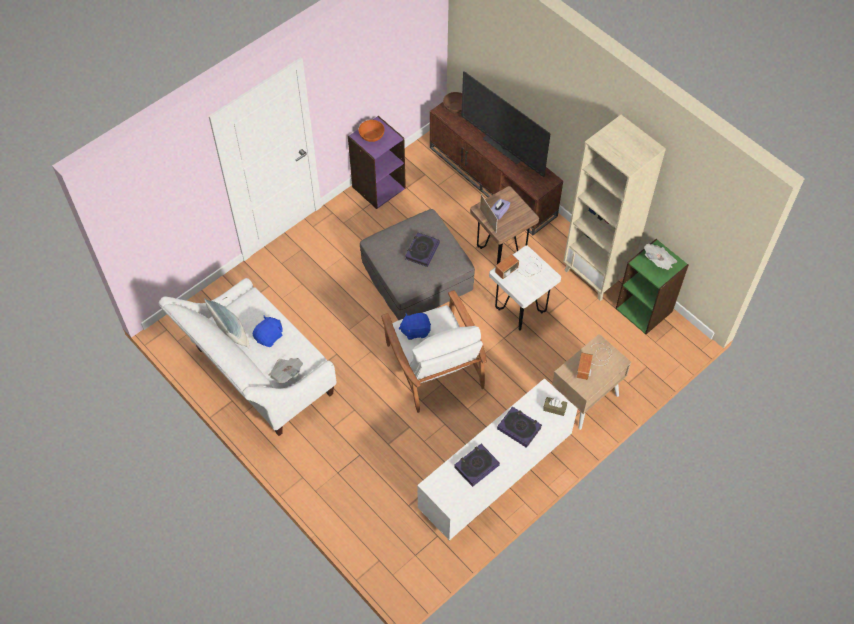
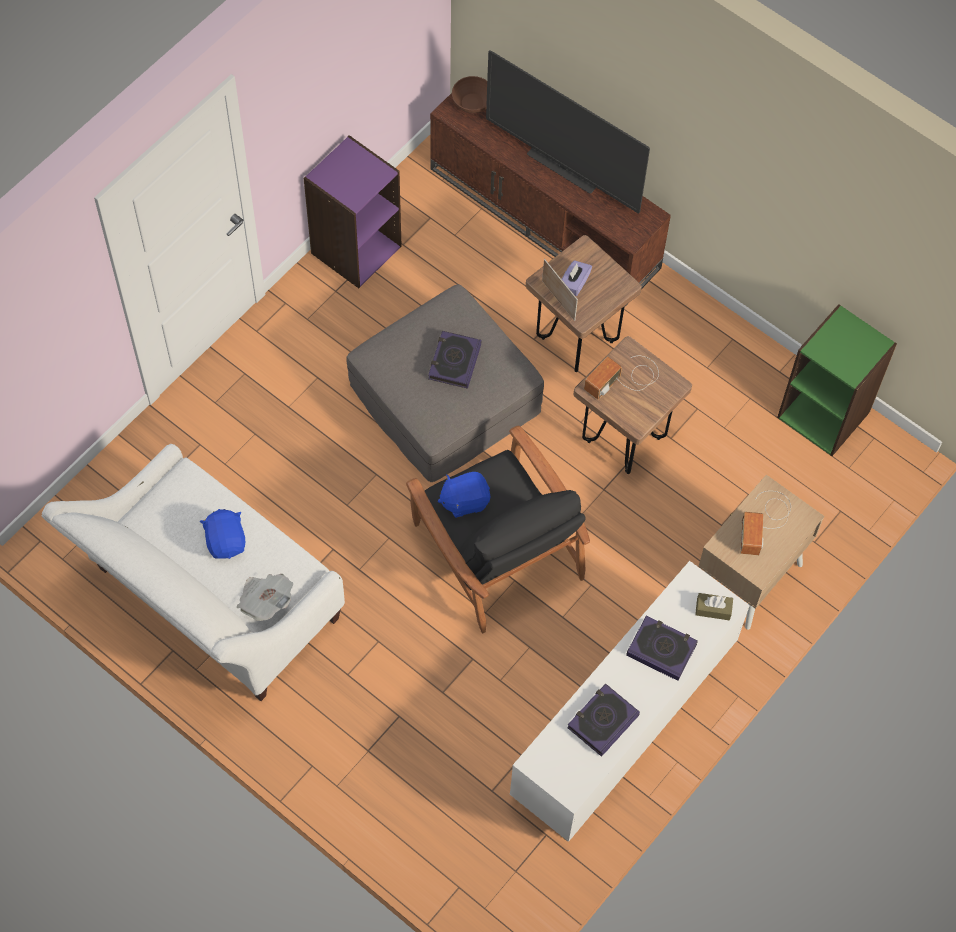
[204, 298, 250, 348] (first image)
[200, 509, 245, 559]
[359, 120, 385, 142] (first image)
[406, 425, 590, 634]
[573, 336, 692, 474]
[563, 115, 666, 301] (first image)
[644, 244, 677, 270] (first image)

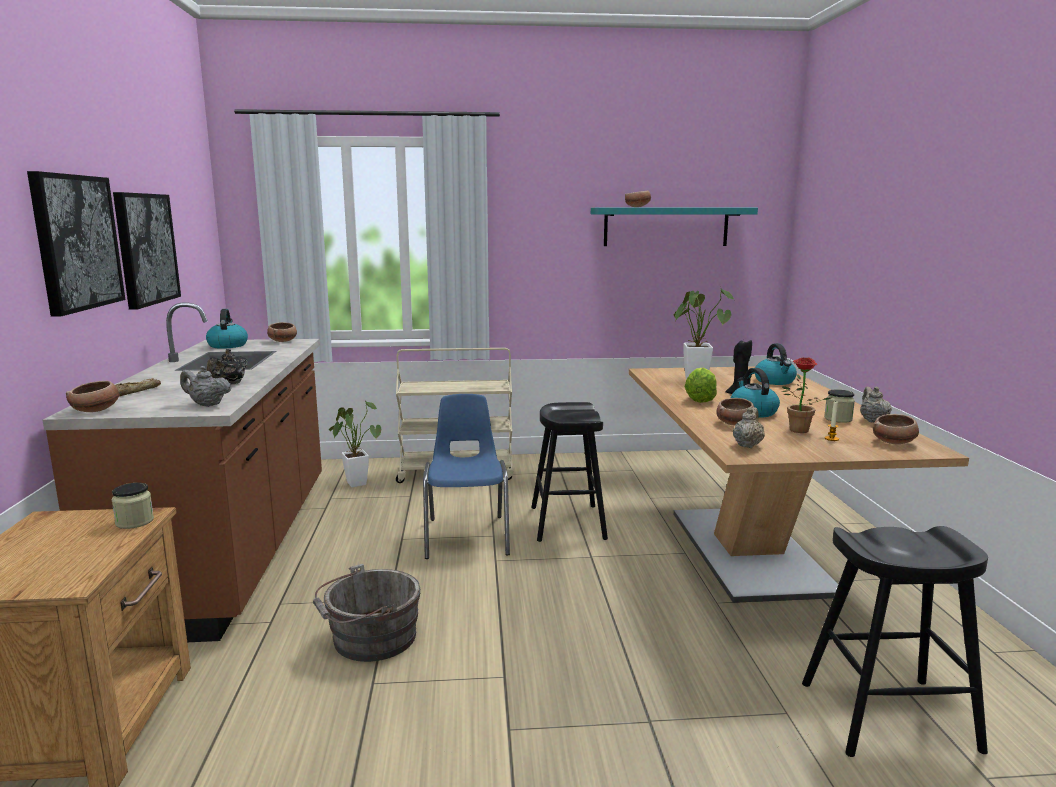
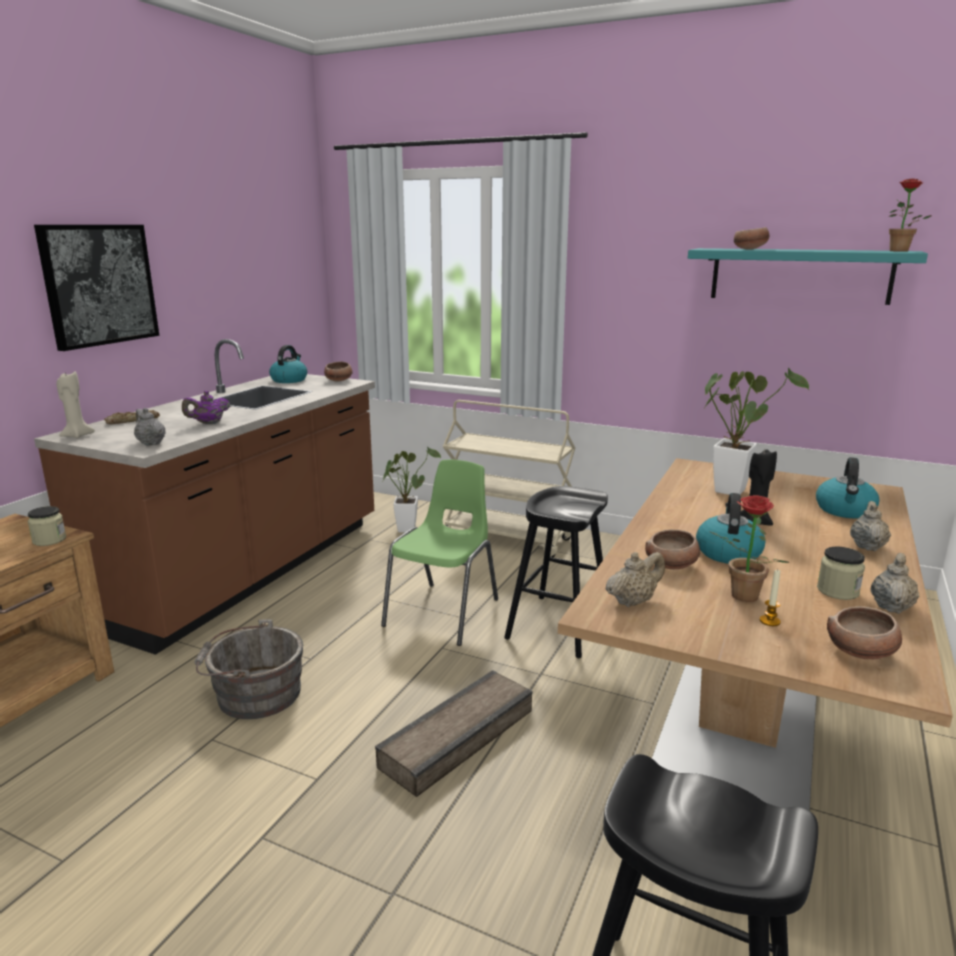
[57, 371, 95, 438]
[113, 192, 181, 310] (first image)
[182, 391, 230, 424]
[381, 460, 498, 646]
[685, 368, 717, 403] (first image)
[375, 670, 533, 797]
[850, 501, 891, 551]
[889, 178, 932, 252]

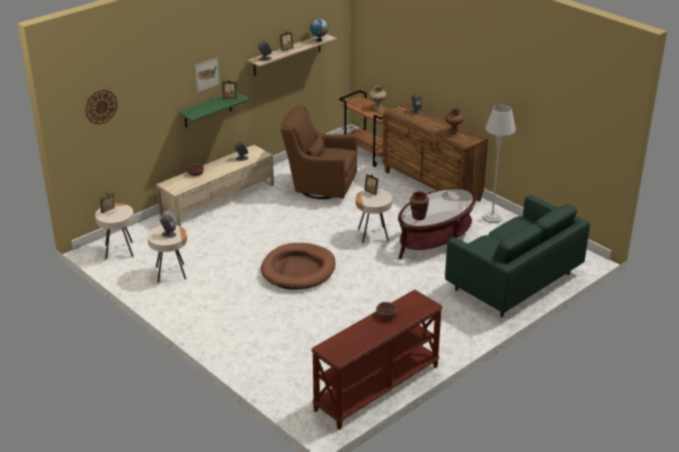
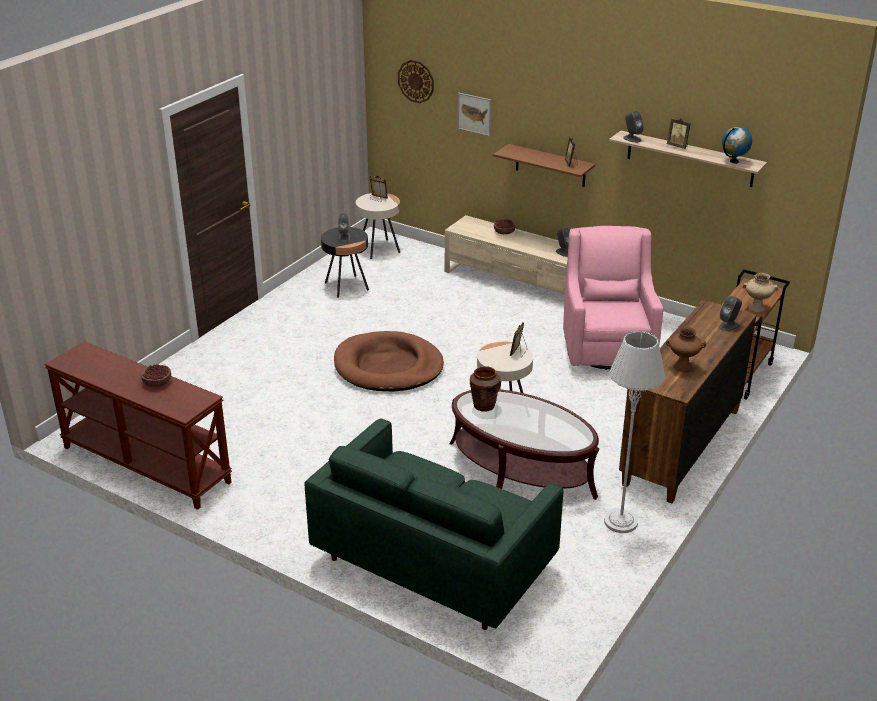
[321, 227, 369, 298]
[493, 144, 595, 187]
[458, 93, 492, 136]
[563, 226, 663, 370]

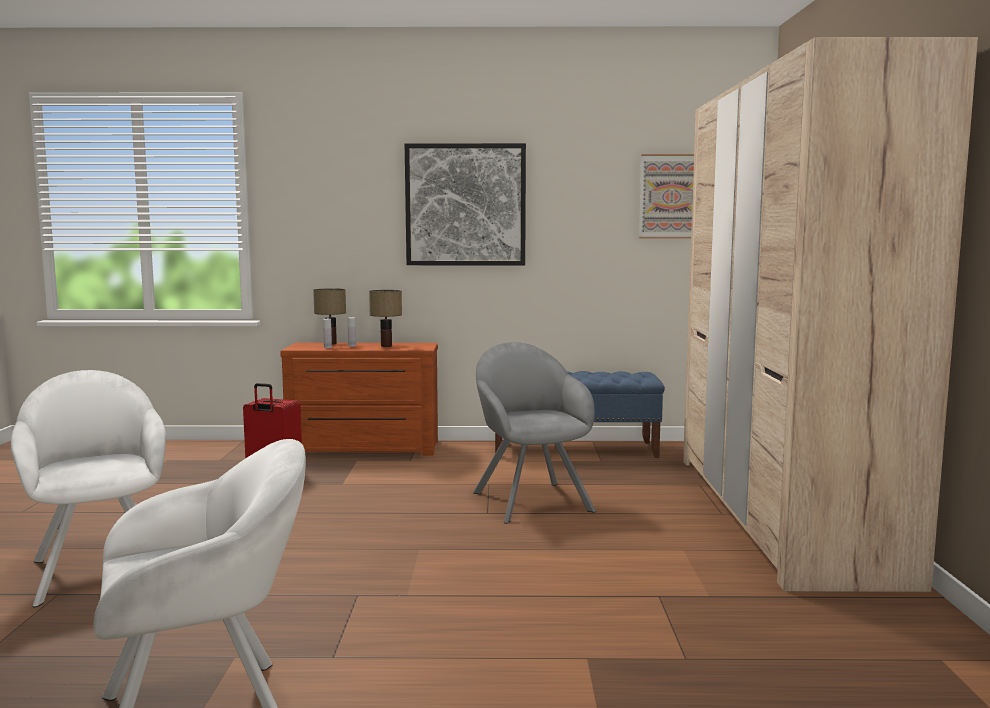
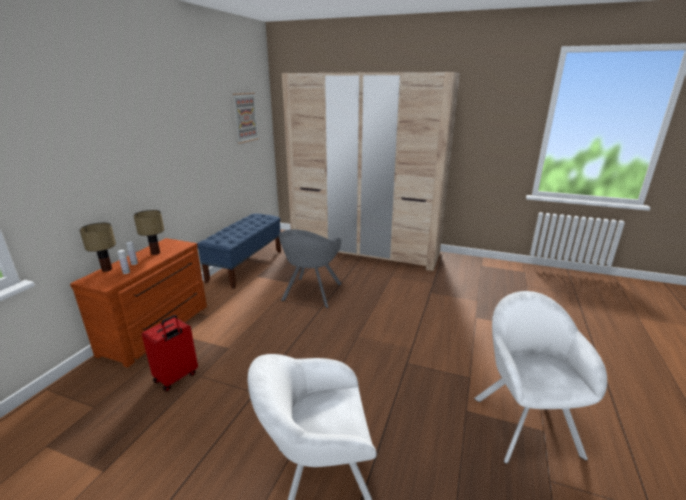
[405, 143, 526, 265] (first image)
[279, 229, 342, 308]

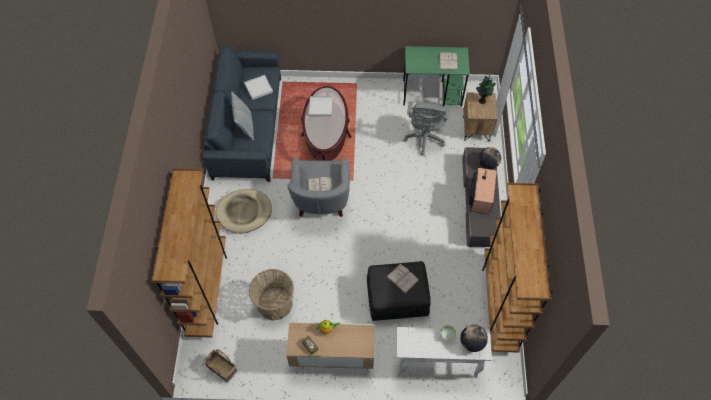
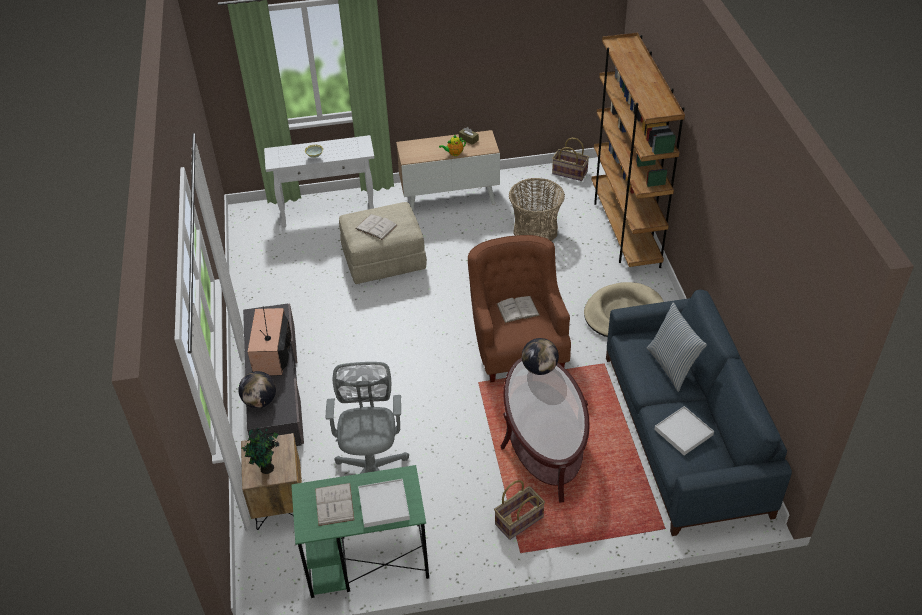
[468, 235, 571, 382]
[358, 479, 410, 528]
[339, 202, 427, 284]
[522, 338, 559, 375]
[482, 183, 553, 353] (first image)
[494, 480, 545, 540]

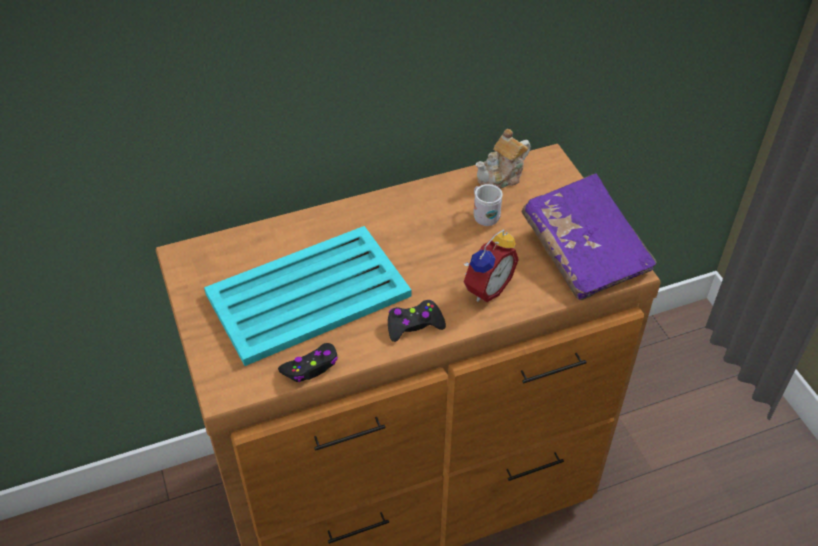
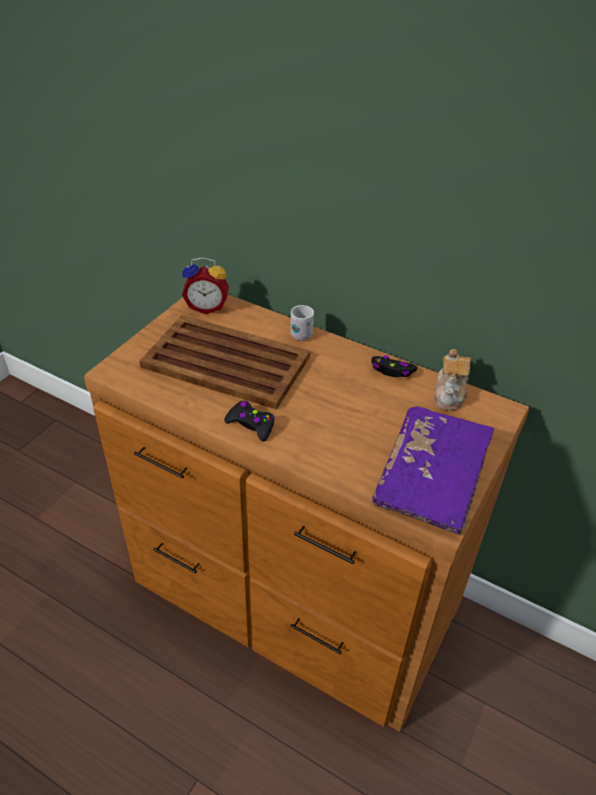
[139, 315, 310, 410]
[371, 355, 417, 377]
[182, 257, 229, 314]
[290, 305, 314, 341]
[434, 349, 471, 411]

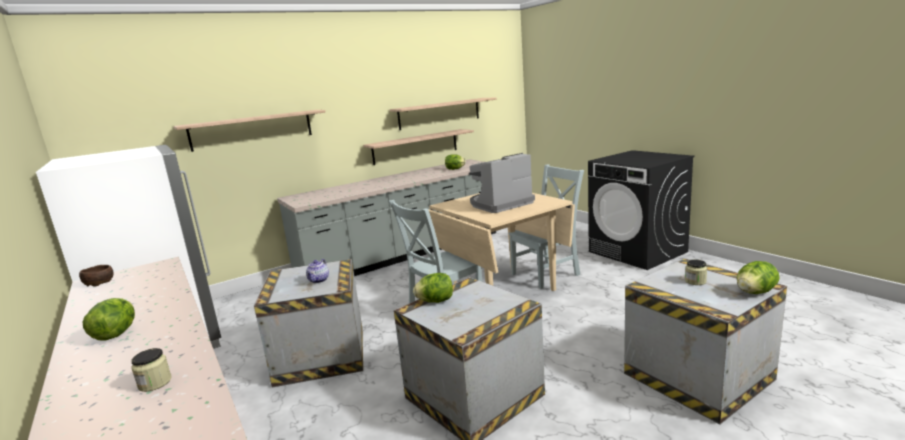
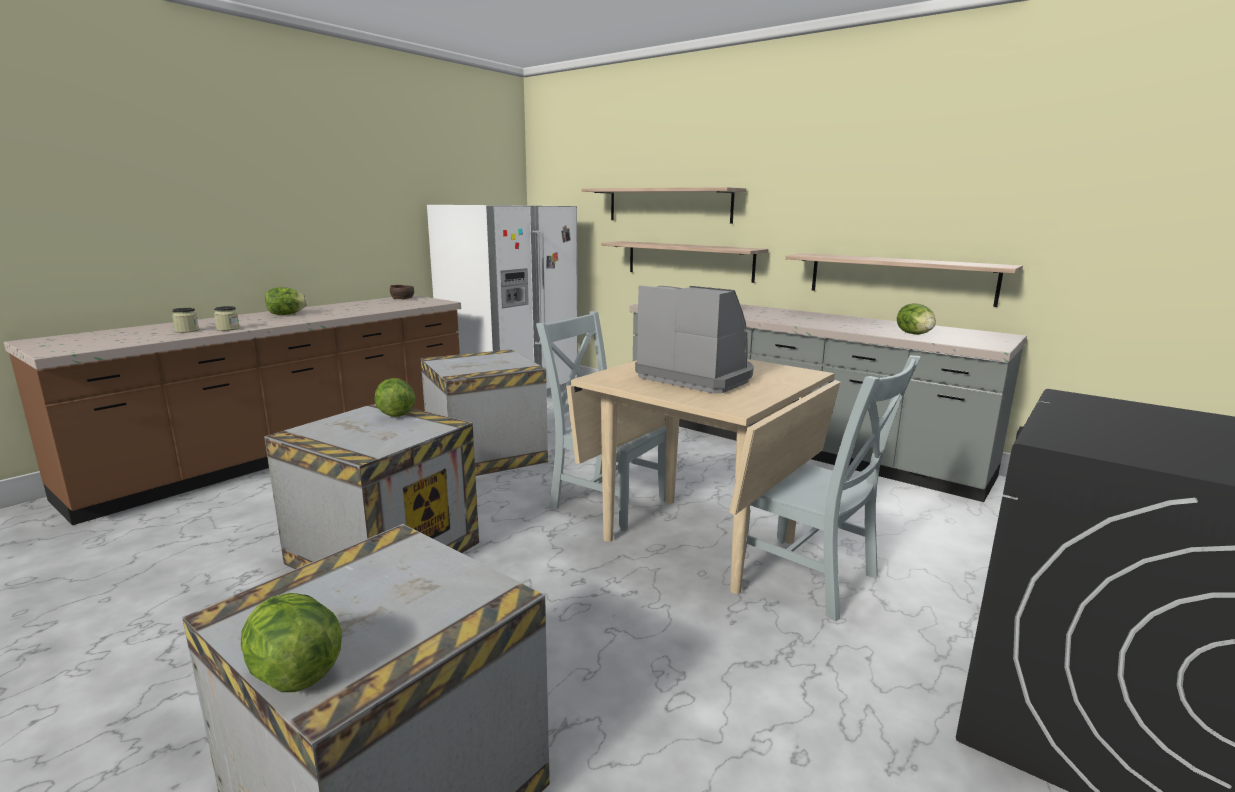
[306, 259, 329, 283] (first image)
[601, 241, 769, 283]
[214, 306, 240, 331]

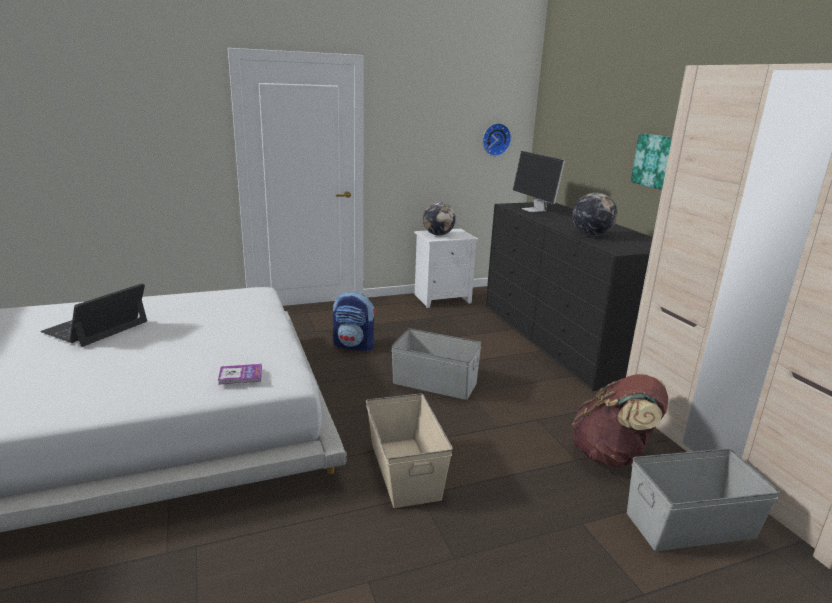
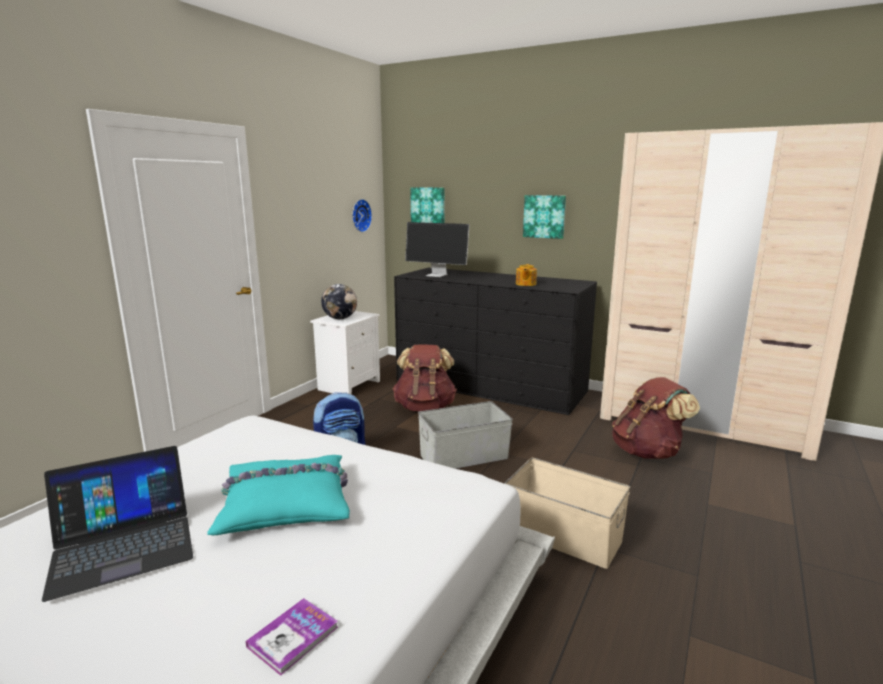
[42, 446, 193, 602]
[246, 598, 338, 676]
[516, 264, 537, 286]
[627, 449, 780, 551] (first image)
[207, 455, 350, 535]
[393, 345, 457, 411]
[410, 188, 445, 223]

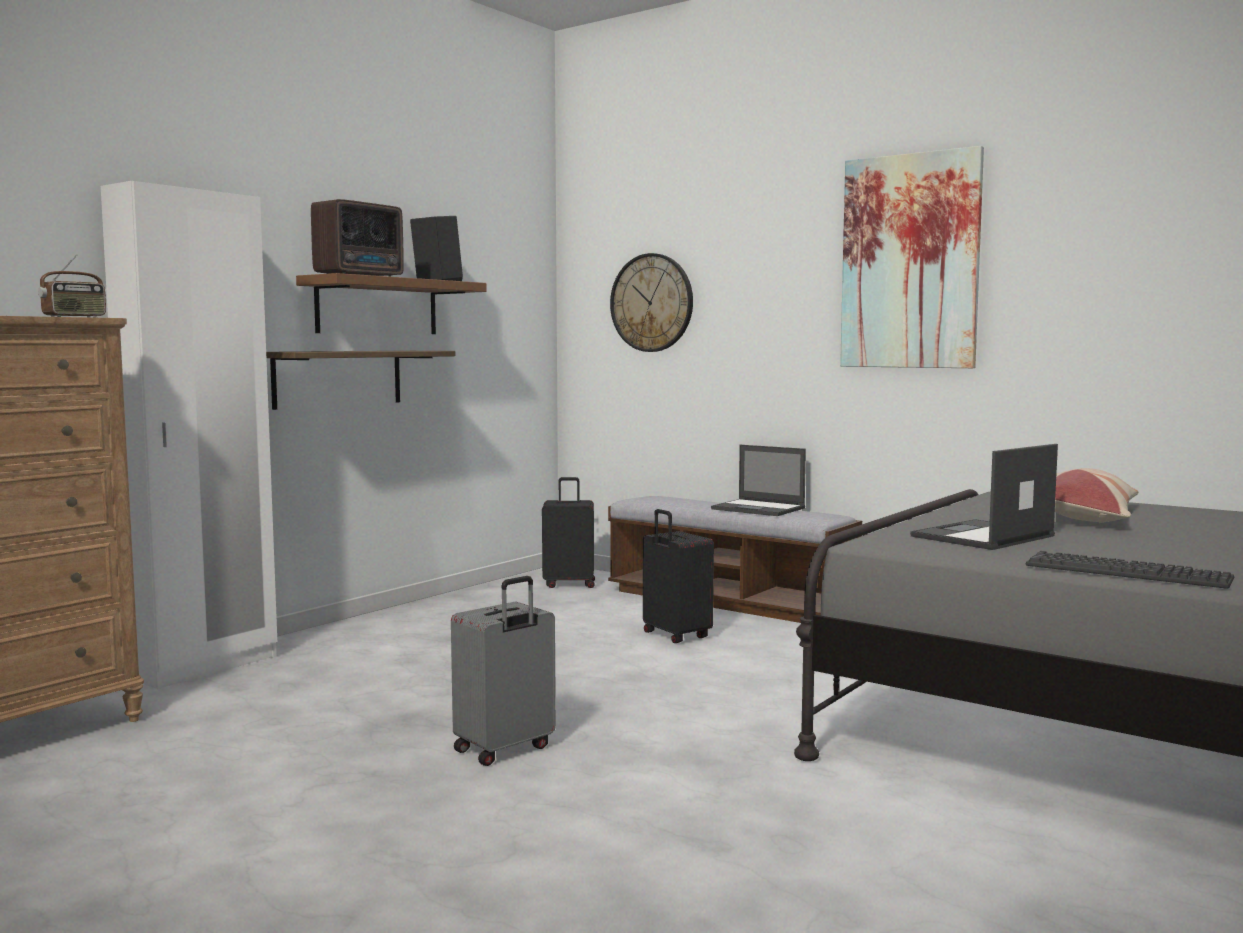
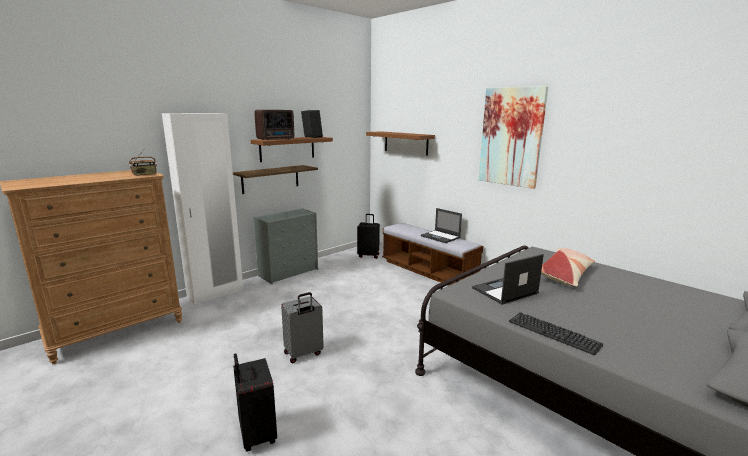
[366, 131, 435, 156]
[233, 353, 277, 452]
[254, 208, 318, 284]

